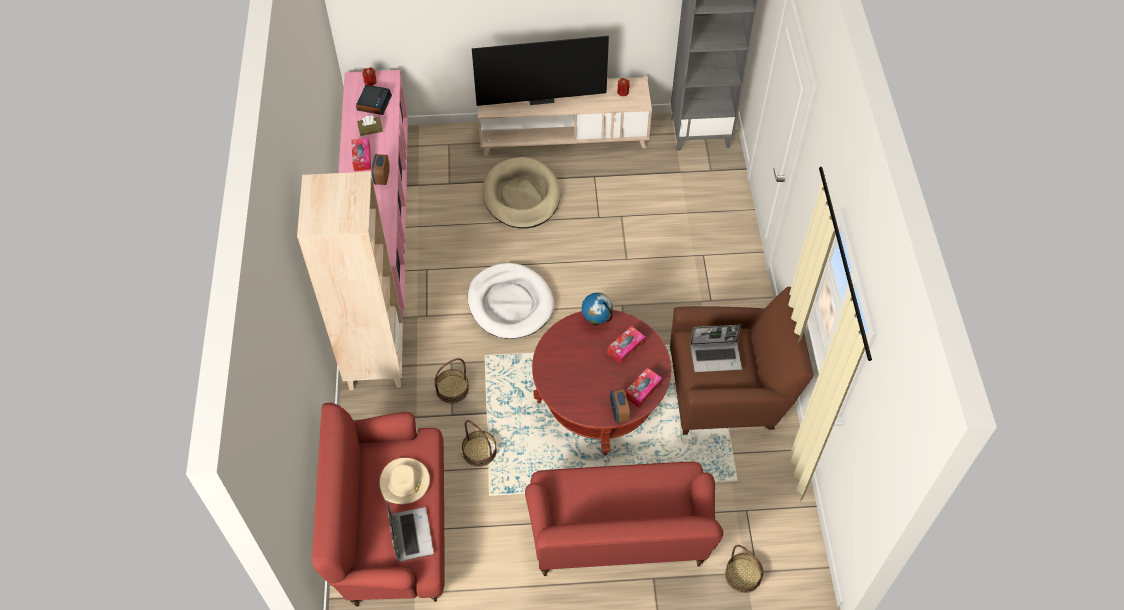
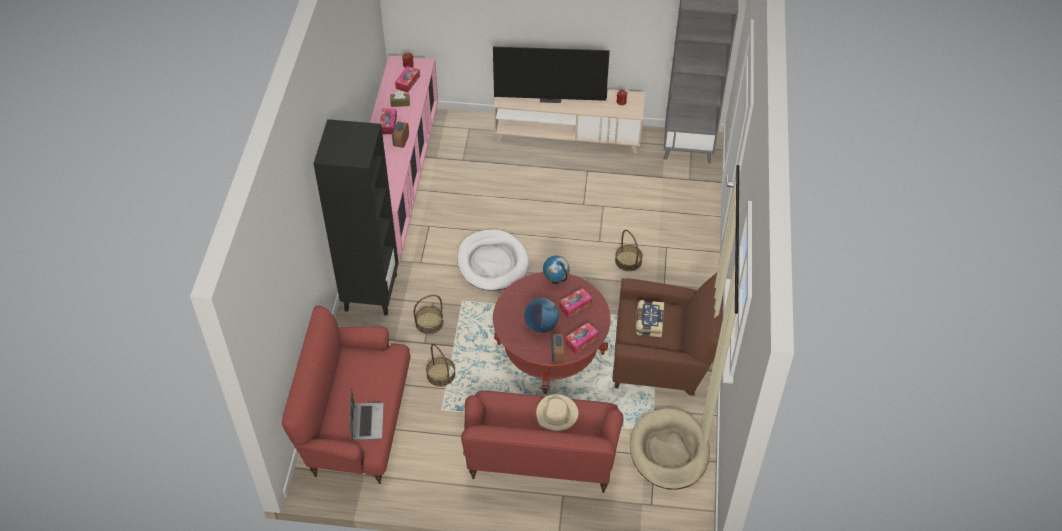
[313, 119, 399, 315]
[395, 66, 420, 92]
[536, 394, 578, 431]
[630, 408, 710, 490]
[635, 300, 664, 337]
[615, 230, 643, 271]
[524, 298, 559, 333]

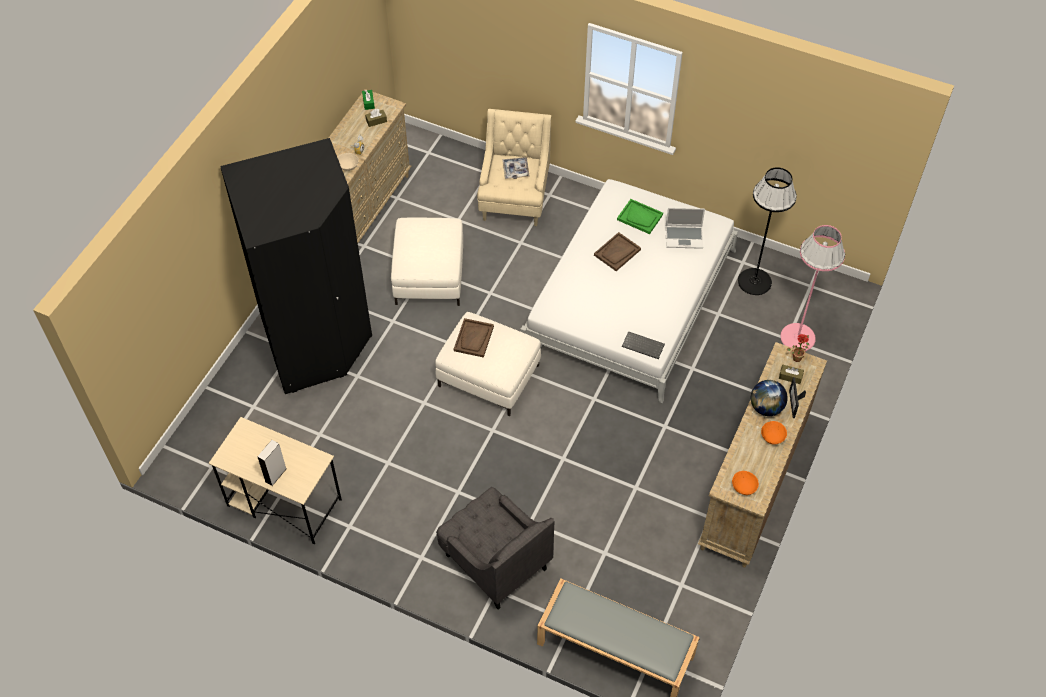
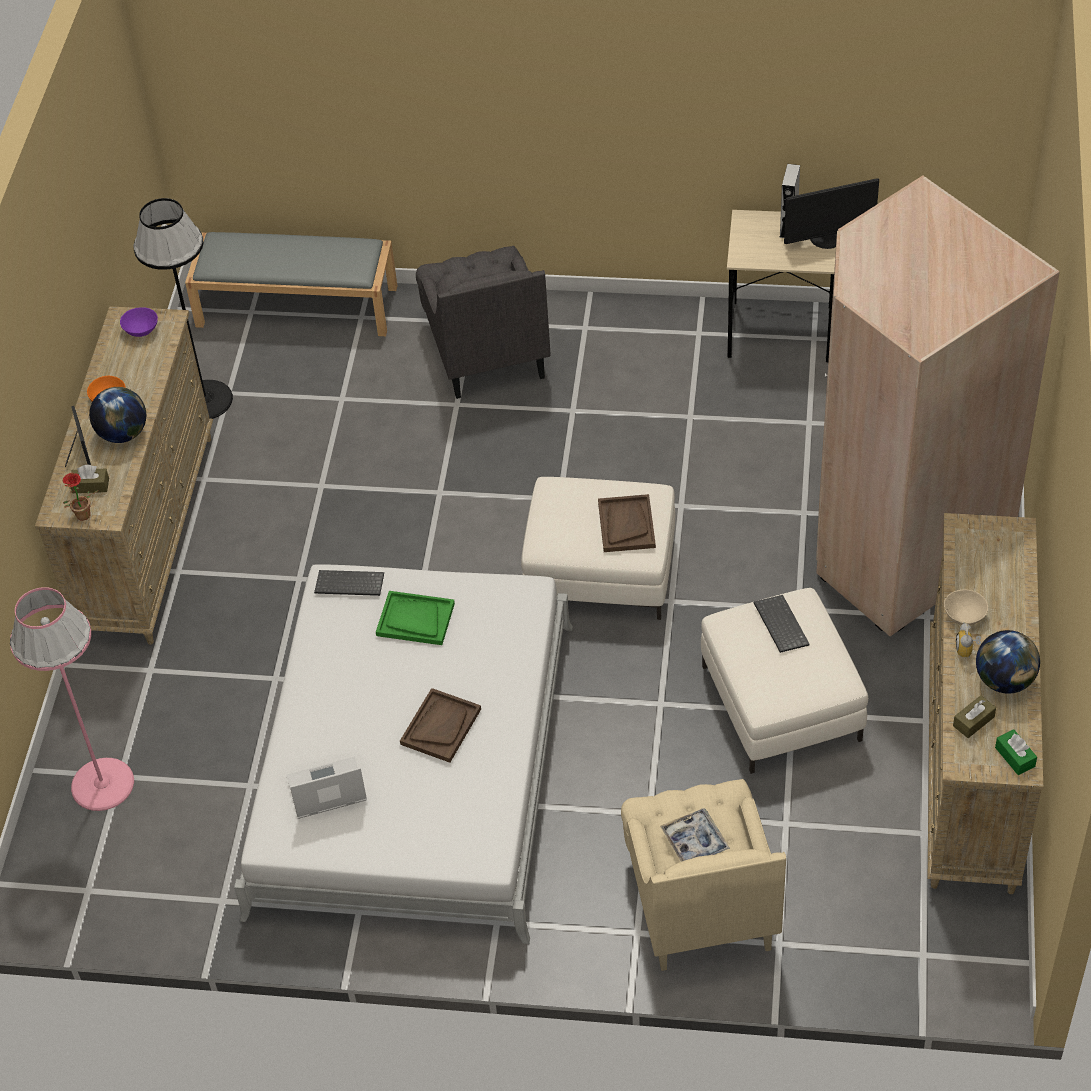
[816, 176, 1060, 636]
[416, 246, 551, 399]
[376, 591, 455, 645]
[120, 307, 158, 337]
[134, 198, 233, 419]
[754, 595, 810, 653]
[784, 178, 879, 249]
[976, 630, 1040, 694]

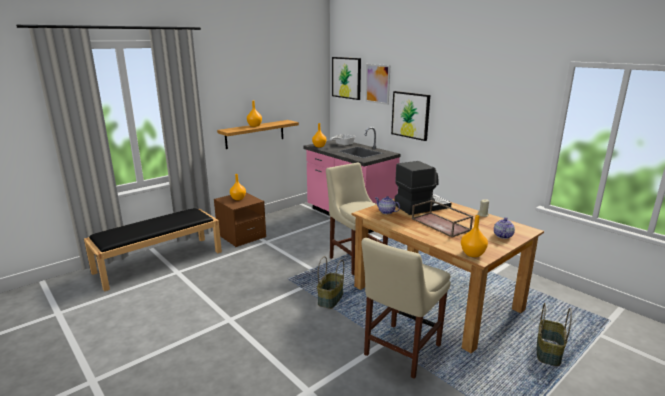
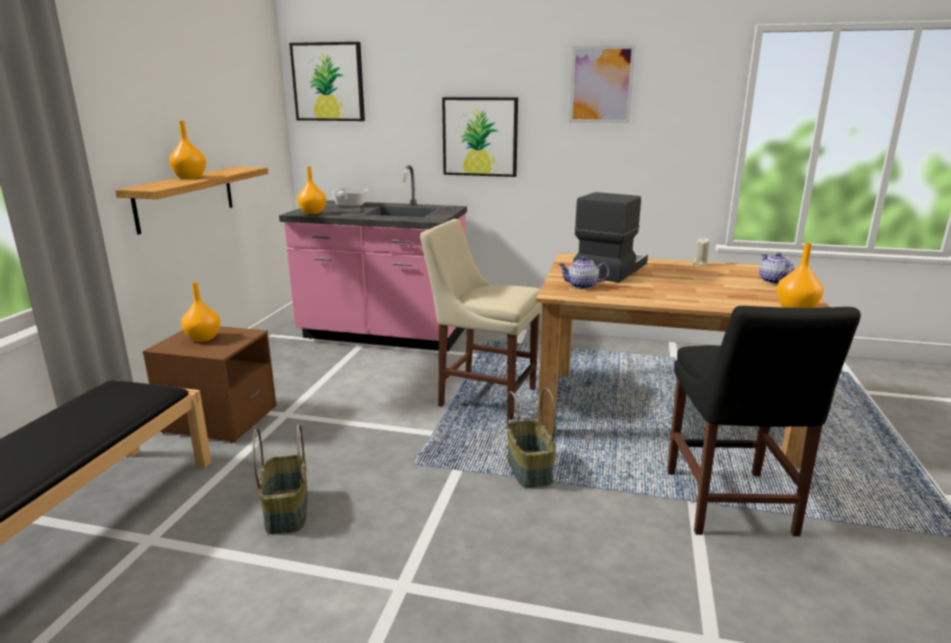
[667, 306, 861, 537]
[569, 45, 635, 123]
[412, 200, 473, 237] (first image)
[252, 423, 308, 534]

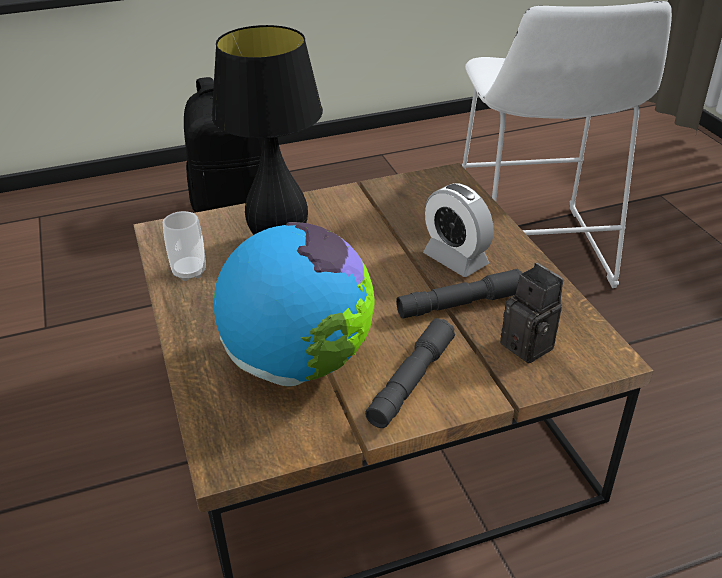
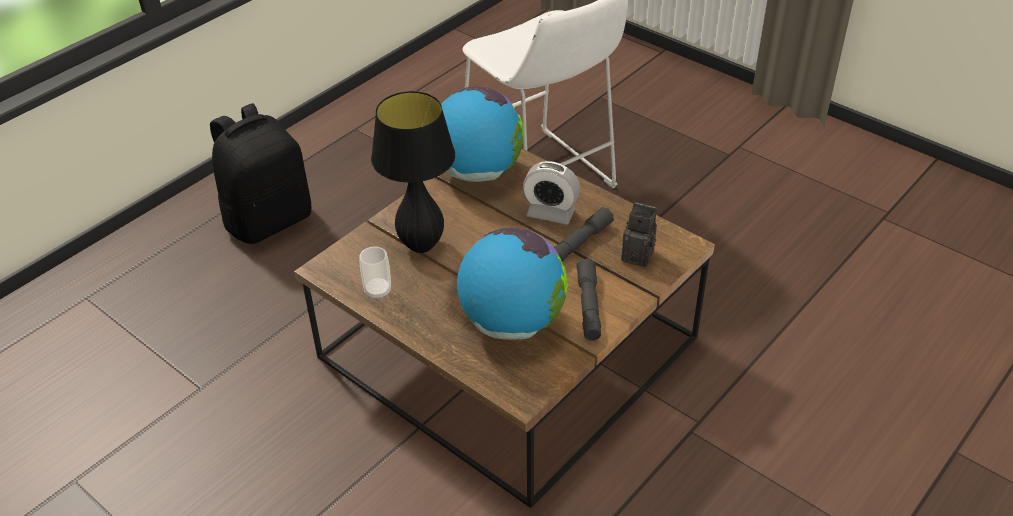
[441, 87, 524, 182]

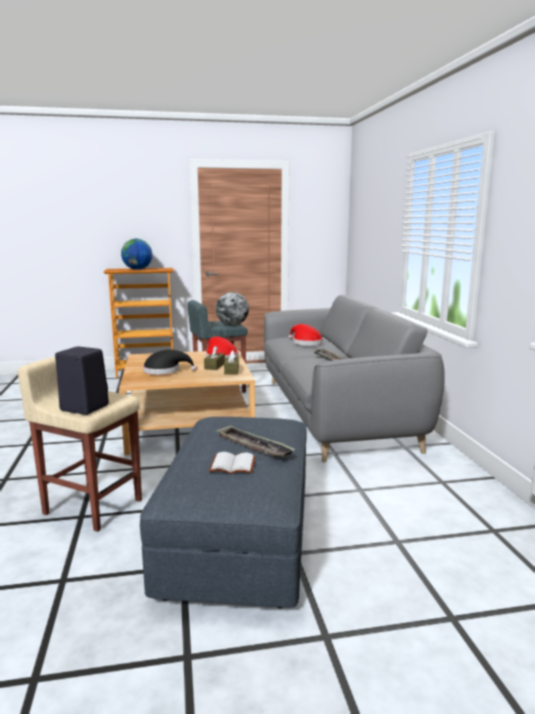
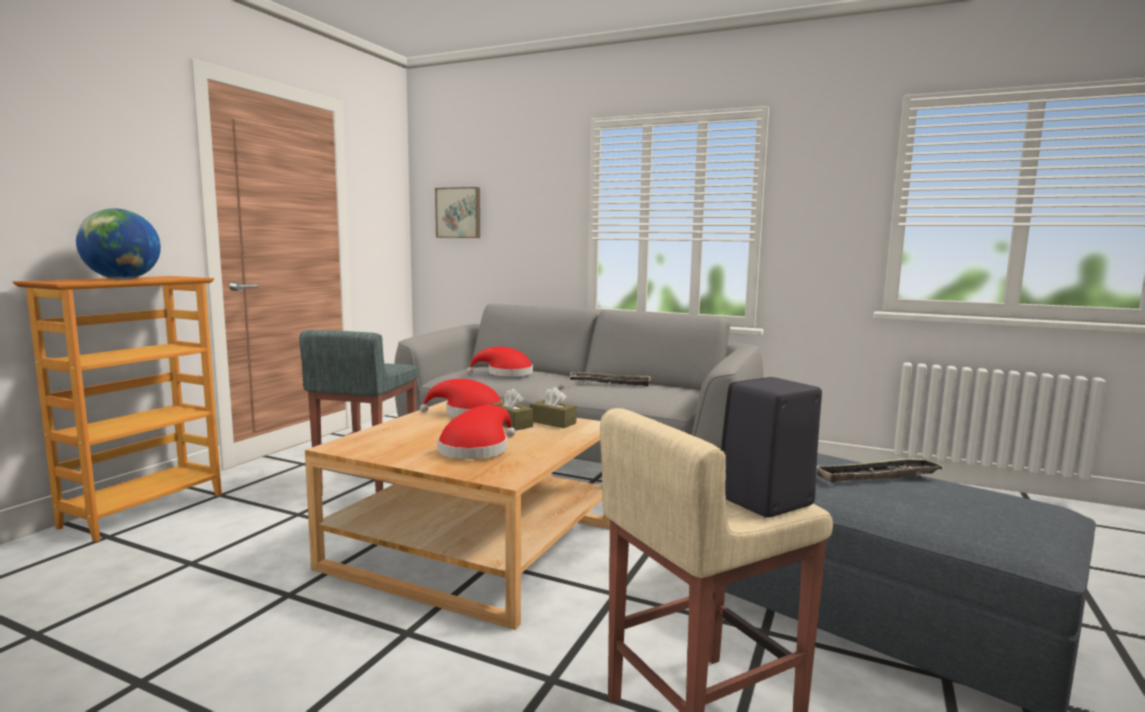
[438, 405, 515, 459]
[209, 452, 256, 474] (first image)
[216, 292, 249, 326] (first image)
[435, 187, 480, 238]

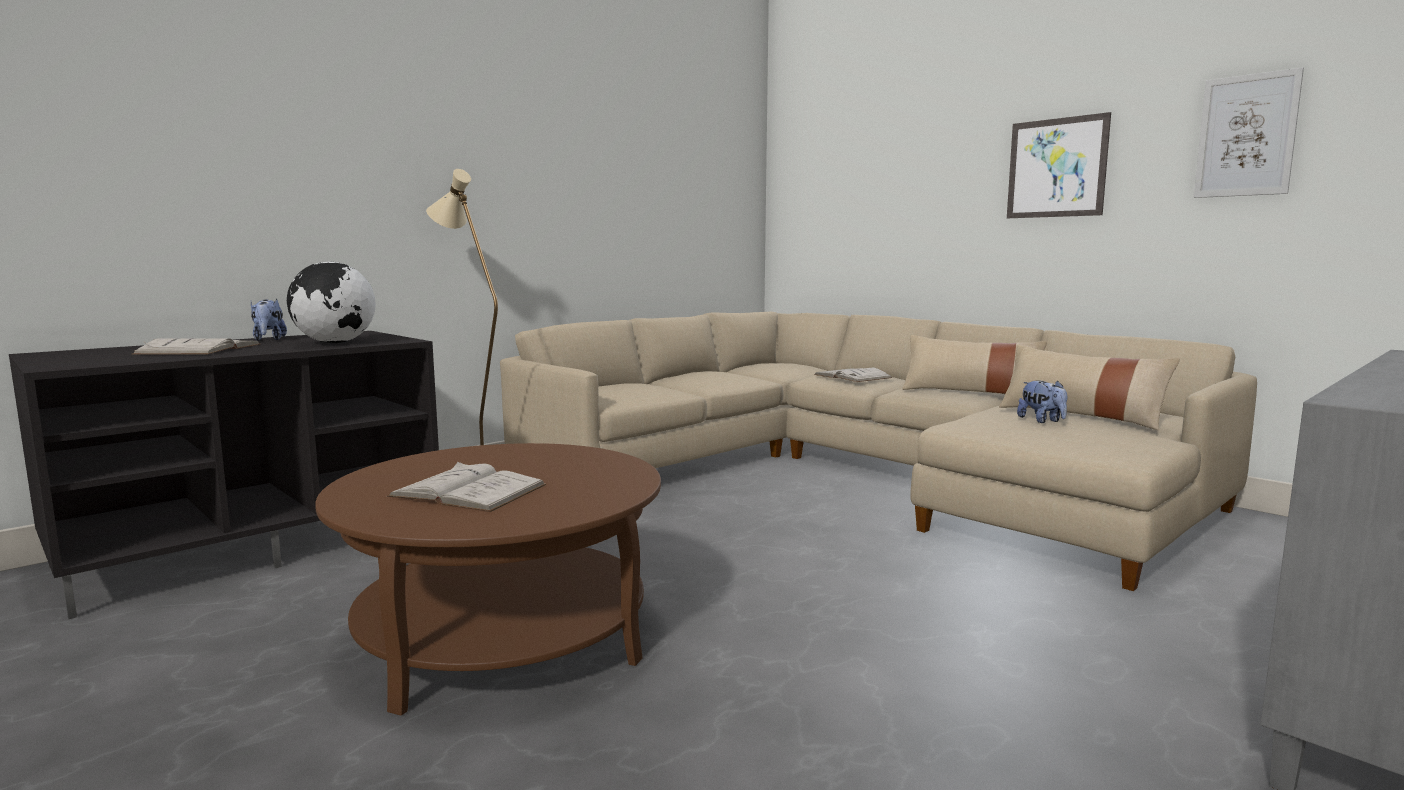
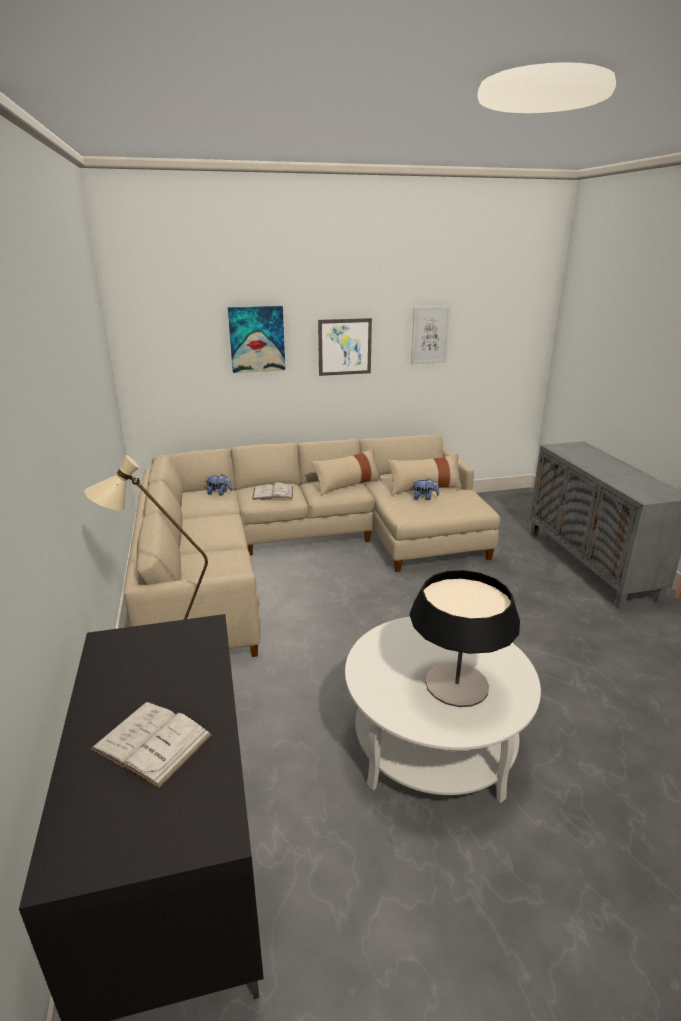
[205, 474, 232, 496]
[287, 261, 376, 343] (first image)
[345, 617, 541, 803]
[410, 570, 520, 707]
[228, 306, 285, 373]

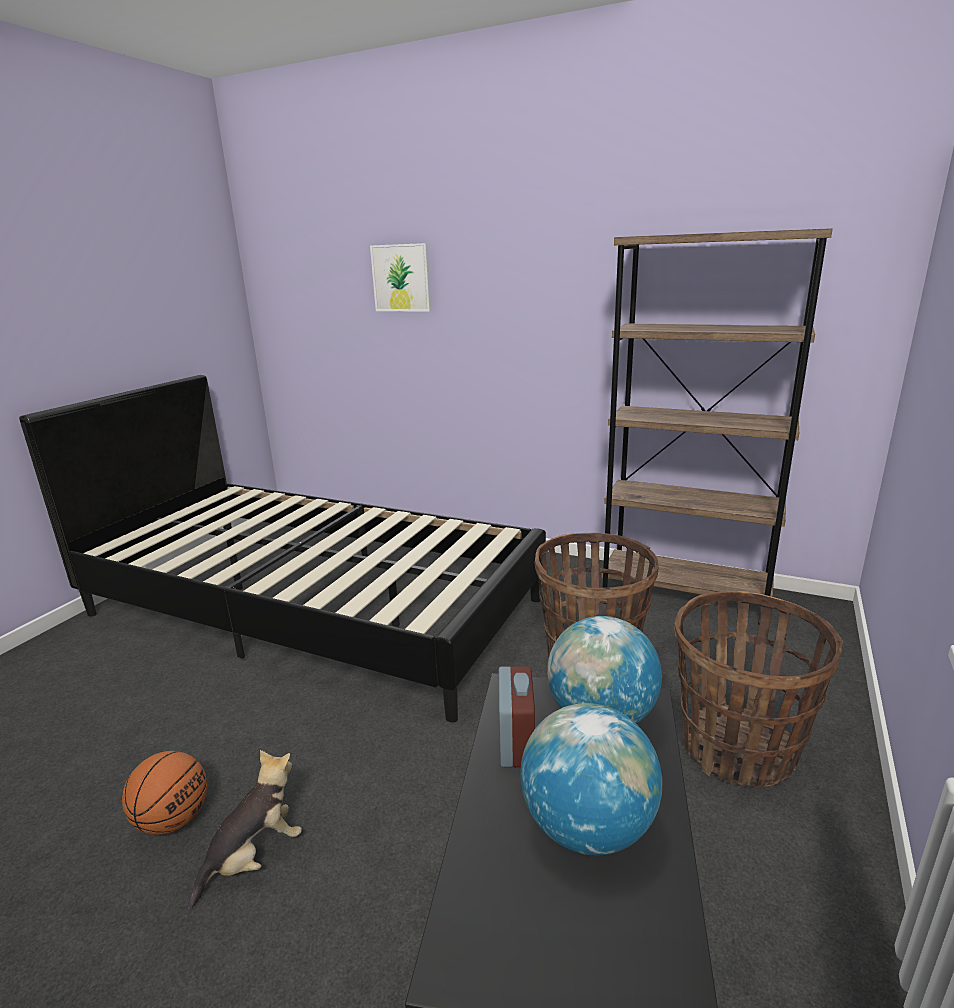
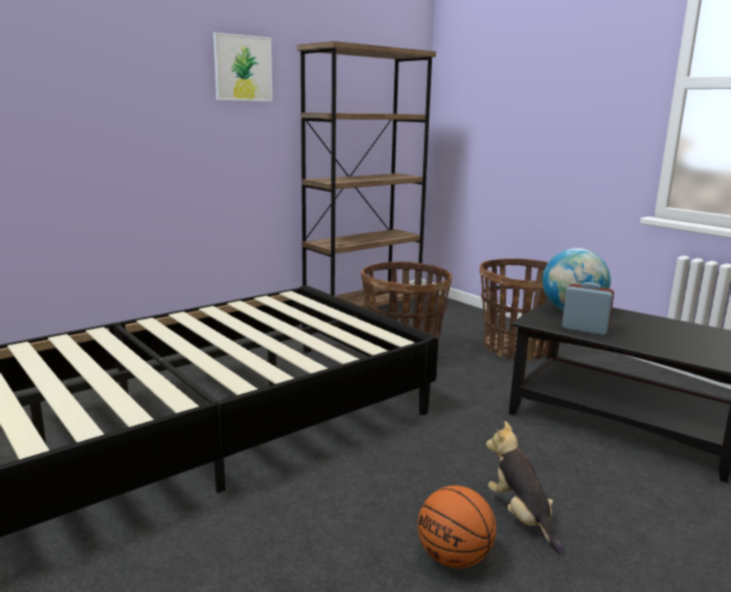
[213, 32, 273, 102]
[520, 703, 662, 855] (first image)

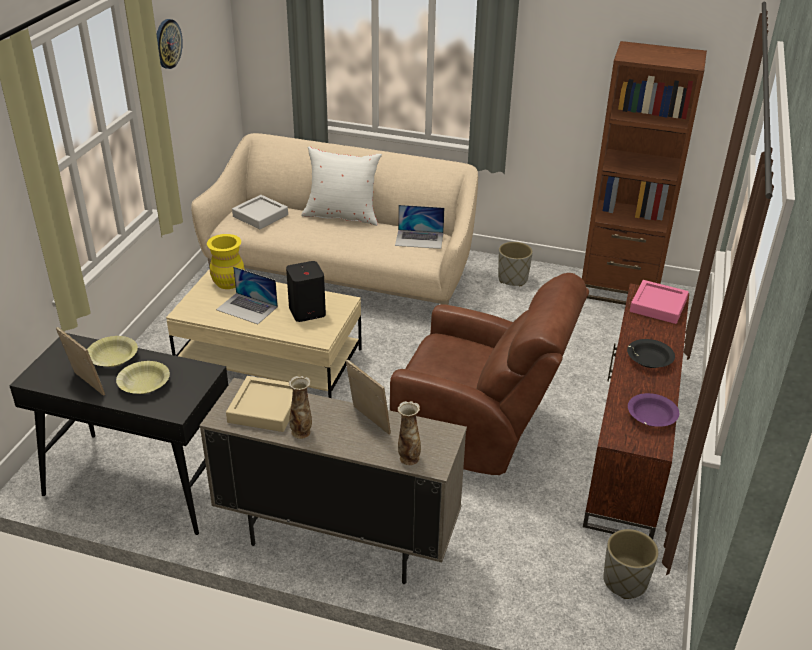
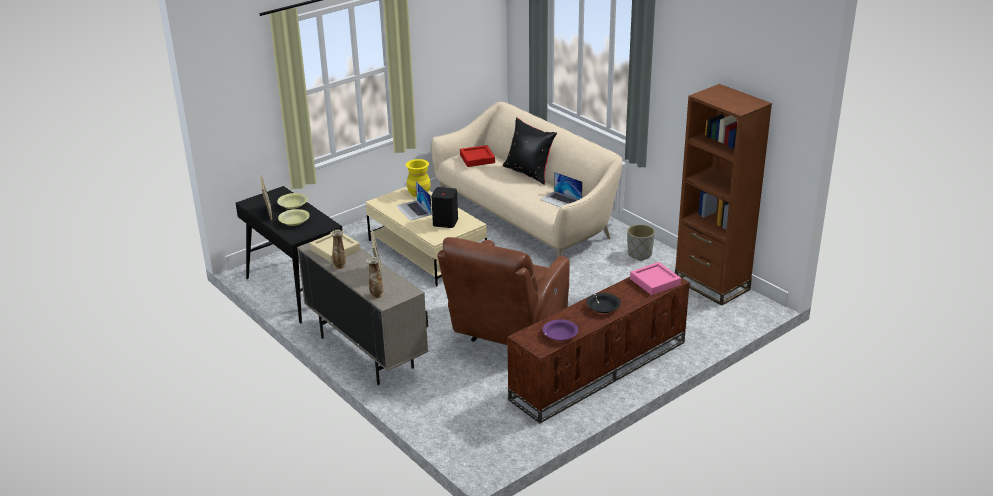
[156, 19, 183, 69] (first image)
[460, 145, 495, 167]
[503, 117, 557, 185]
[437, 237, 570, 345]
[604, 529, 659, 599] (first image)

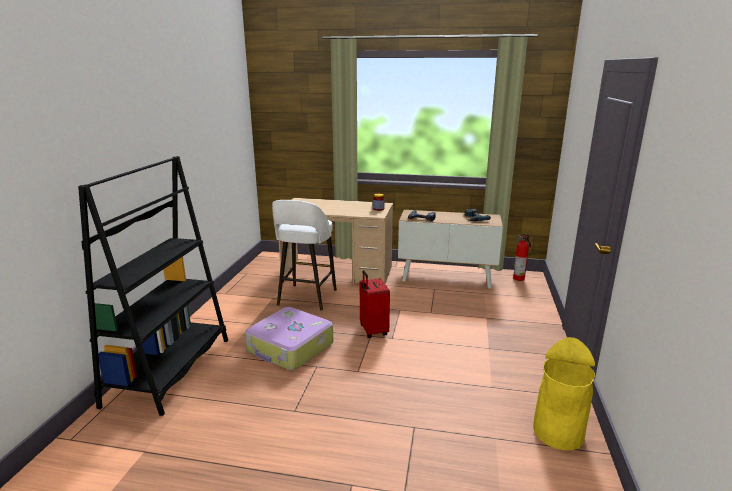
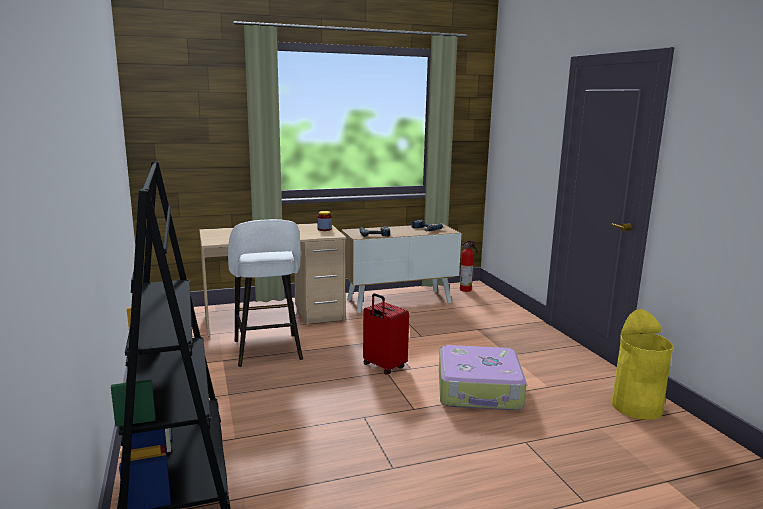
[439, 345, 527, 410]

